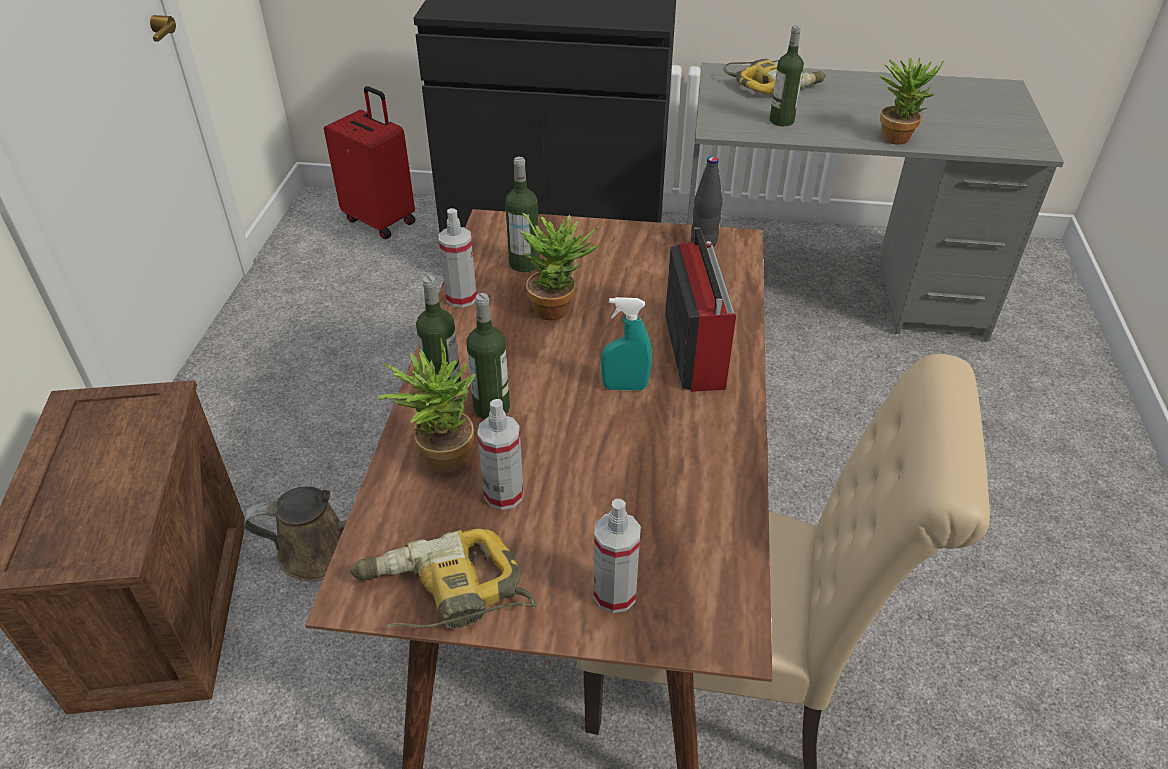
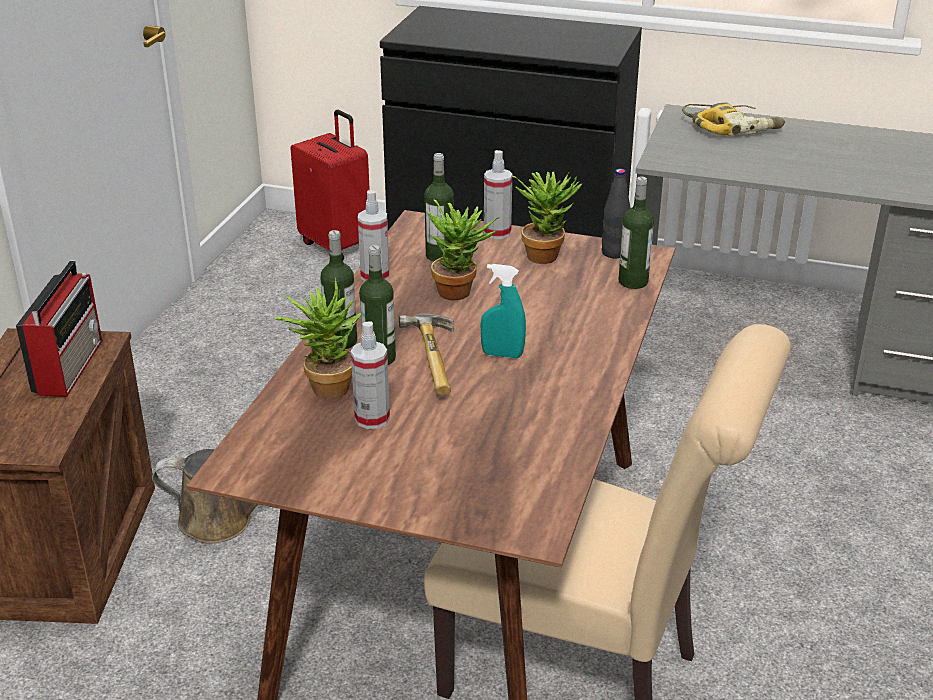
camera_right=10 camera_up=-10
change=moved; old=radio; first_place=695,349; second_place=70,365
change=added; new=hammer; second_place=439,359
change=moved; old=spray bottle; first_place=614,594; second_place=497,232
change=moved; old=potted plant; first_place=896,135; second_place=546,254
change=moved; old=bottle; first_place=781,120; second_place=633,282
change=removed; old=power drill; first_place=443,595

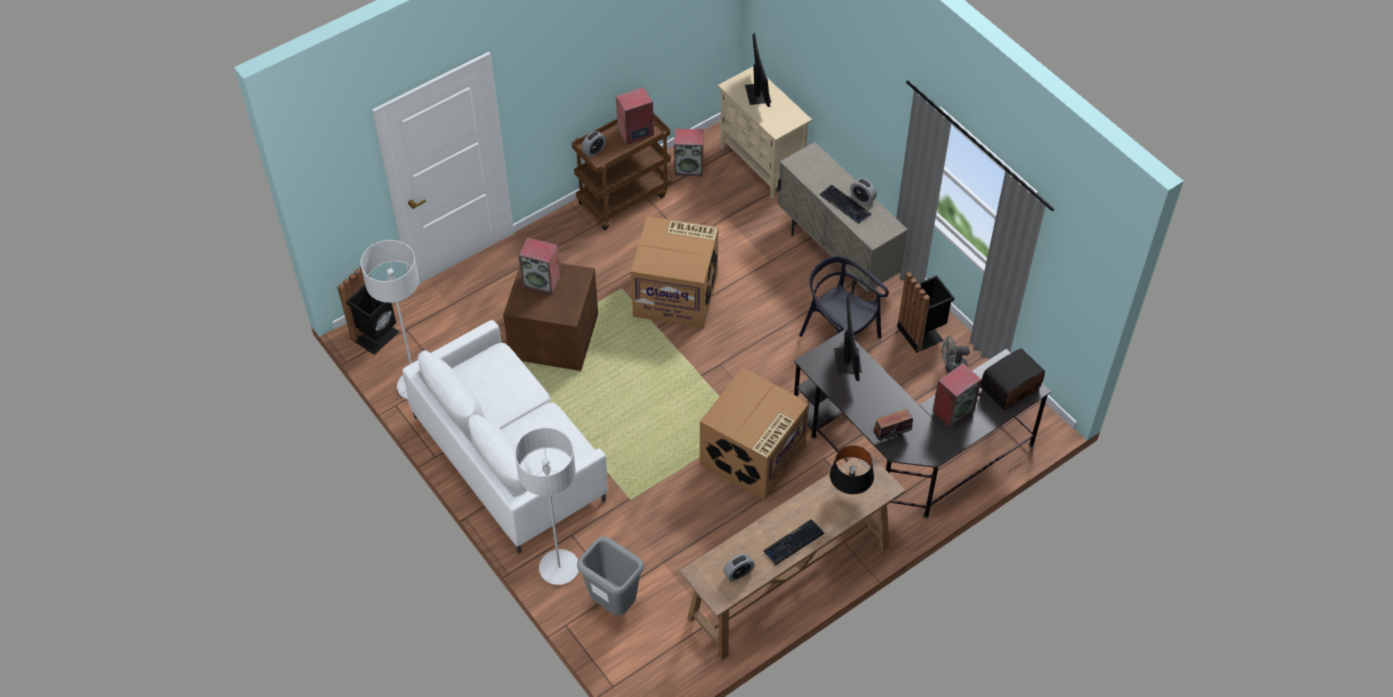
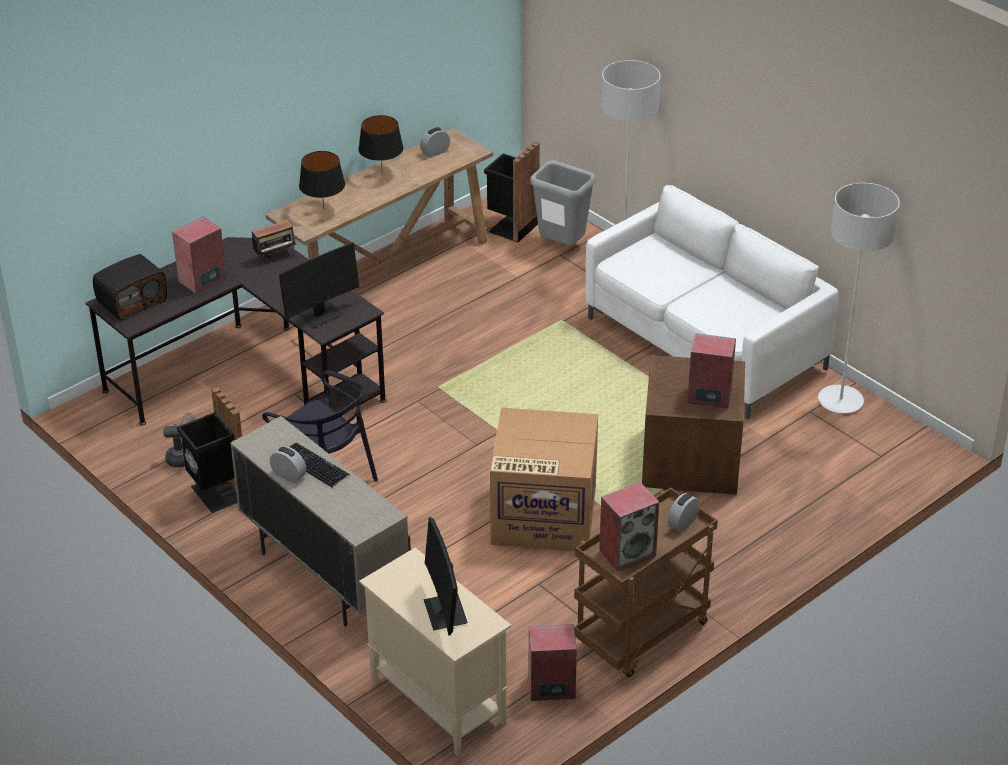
camera_right=175 camera_up=-15
change=turned; old=monitor; first_place=847,361; second_place=320,315; degrees=-120
change=replaced; old=keyboard; new=table lamp (black); first_place=793,543; second_place=382,173
change=moved; old=trash can (black); first_place=377,336; second_place=511,227
change=removed; old=cardboard box; first_place=753,456

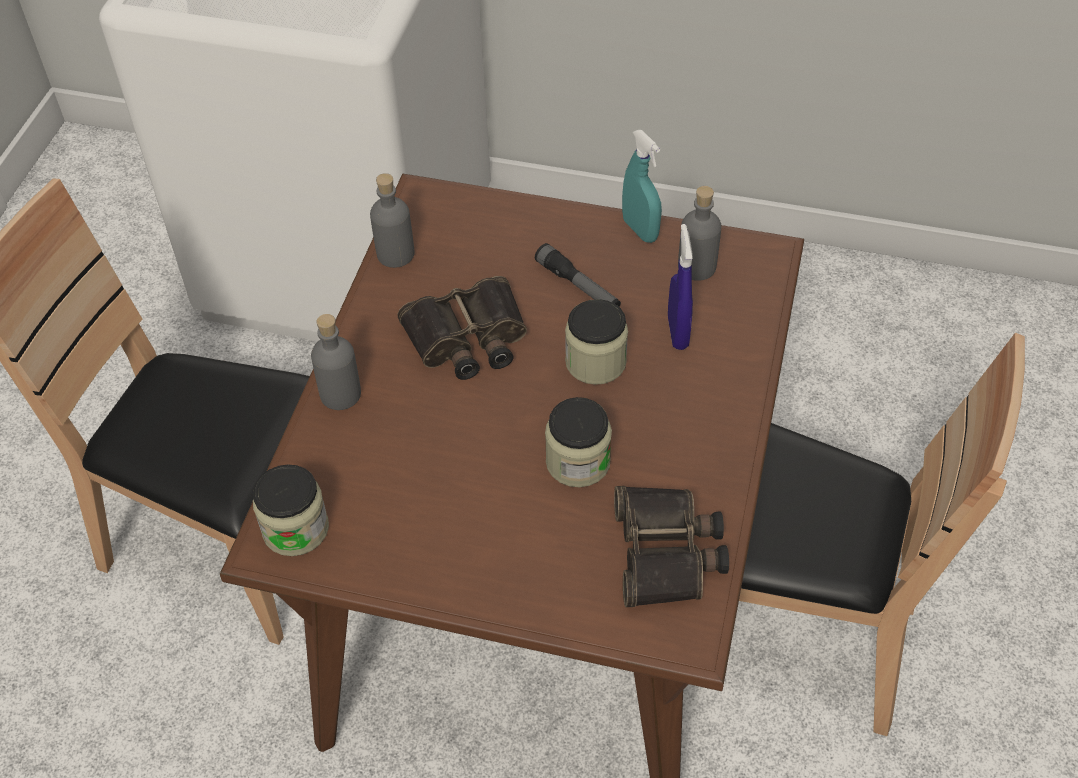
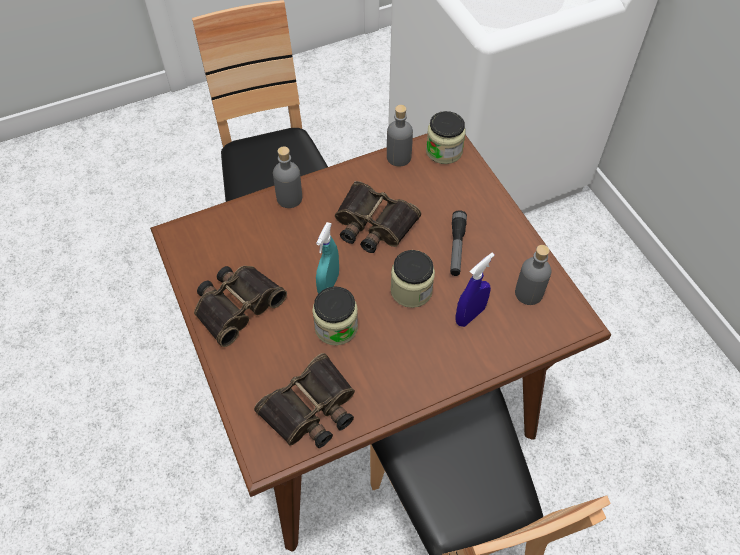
camera_right=50 camera_up=5
change=added; new=binoculars; second_place=236,305
change=moved; old=spray bottle (turquoise); first_place=640,230; second_place=328,285
change=moved; old=jar; first_place=295,529; second_place=444,151

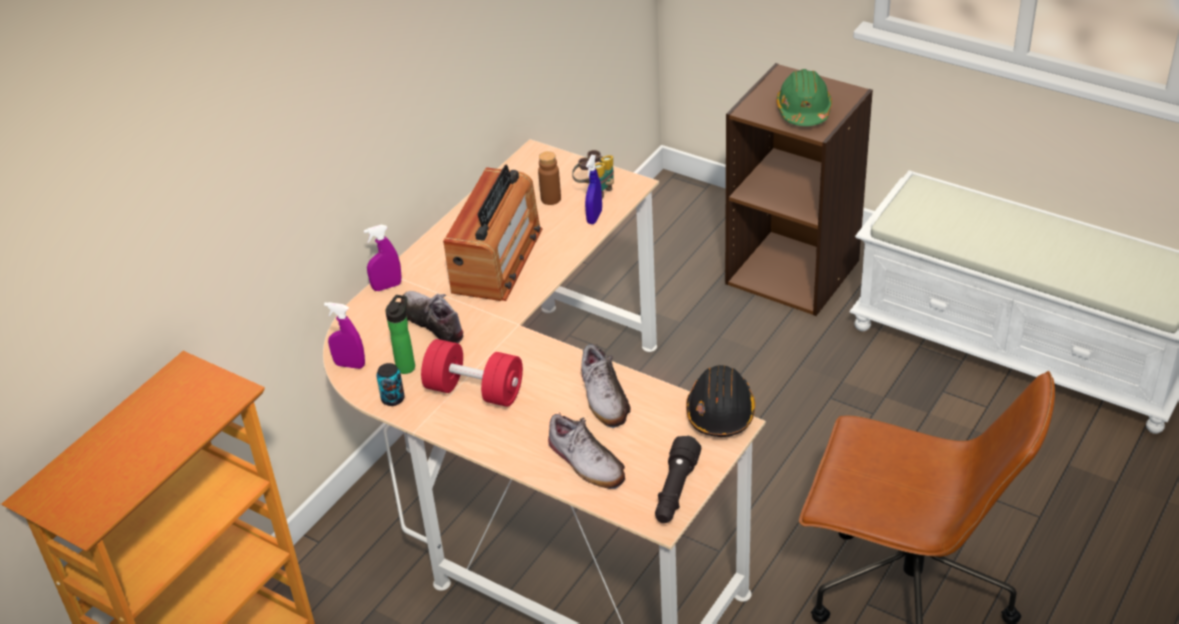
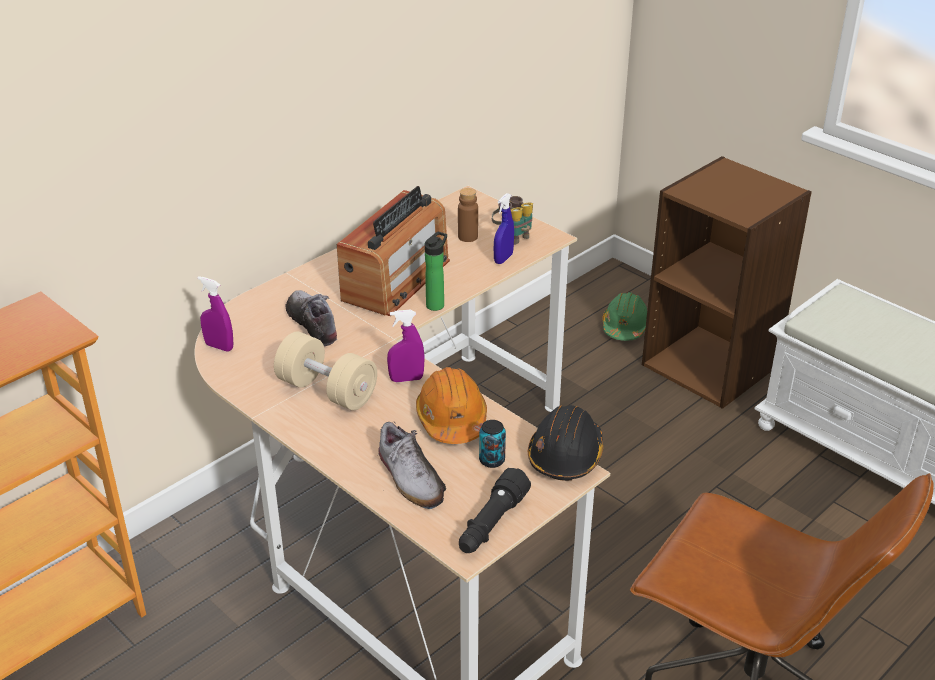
camera_right=10 camera_up=-5
change=recoloured; old=dumbbell (red); new=dumbbell (beige); first_place=474,391; second_place=327,390
change=moved; old=spray bottle (purple); first_place=387,286; second_place=406,379
change=replaced; old=shoe; new=hard hat (orange); first_place=603,397; second_place=452,419
change=moved; old=bottle; first_place=407,365; second_place=436,304
change=moved; old=can; first_place=393,399; second_place=492,460
change=moved; old=hard hat (green); first_place=803,111; second_place=625,327

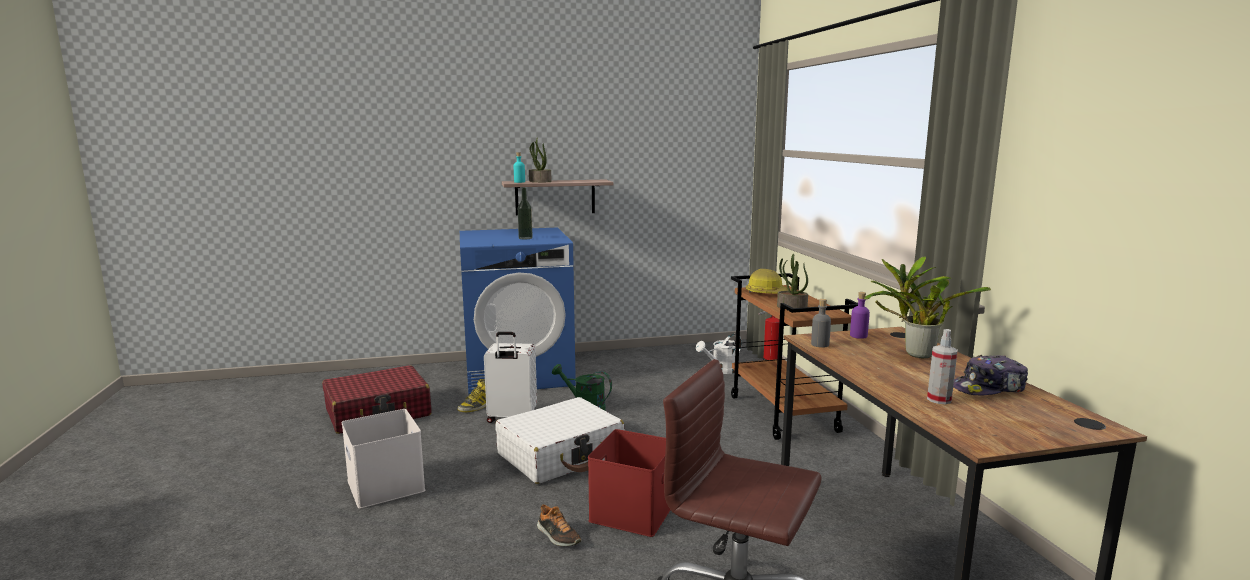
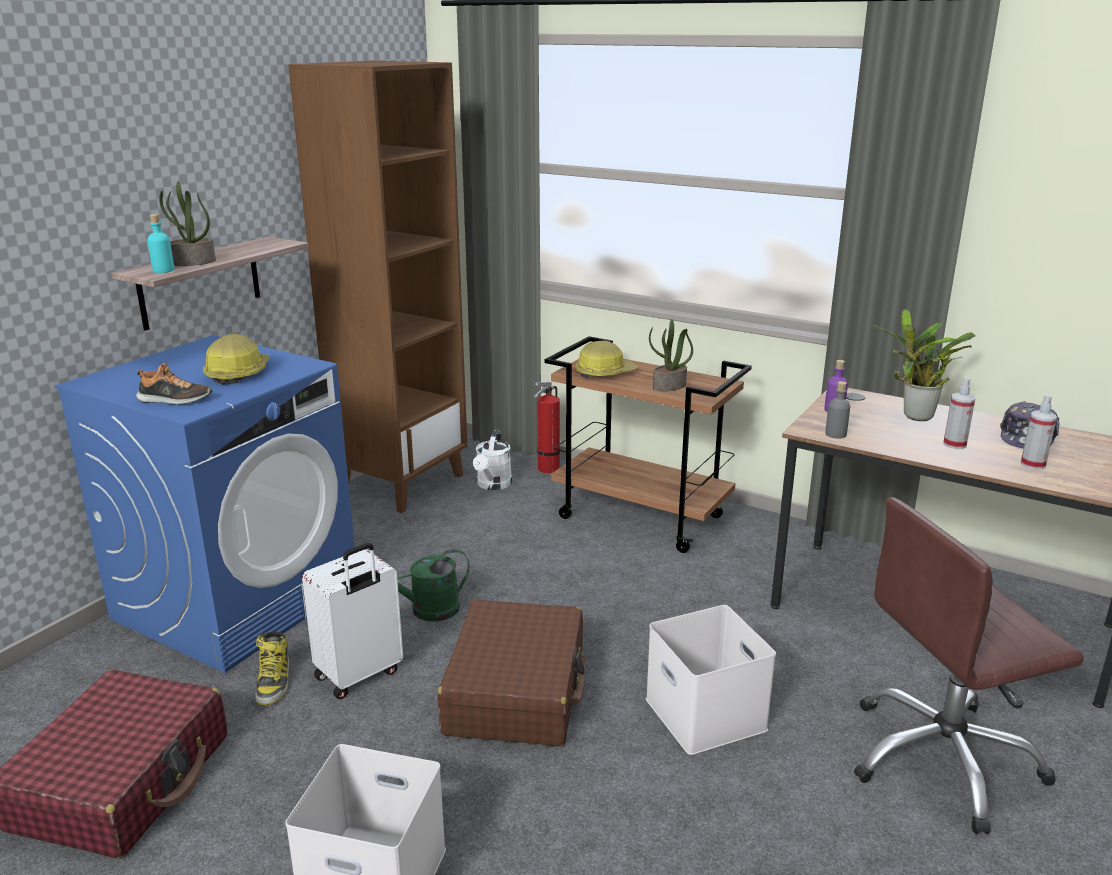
camera_right=-45 camera_up=10
change=moved; old=shoe; first_place=558,536; second_place=174,400
change=replaced; old=bottle; new=hard hat; first_place=525,238; second_place=237,373
change=added; new=bookcase (brown); second_place=401,483
change=recoloured; old=suitcase (white); new=suitcase (brown); first_place=561,455; second_place=516,691
change=recoloured; old=storage box (red); new=storage box (white); first_place=632,510; second_place=702,713
change=added; new=spray bottle; second_place=954,444

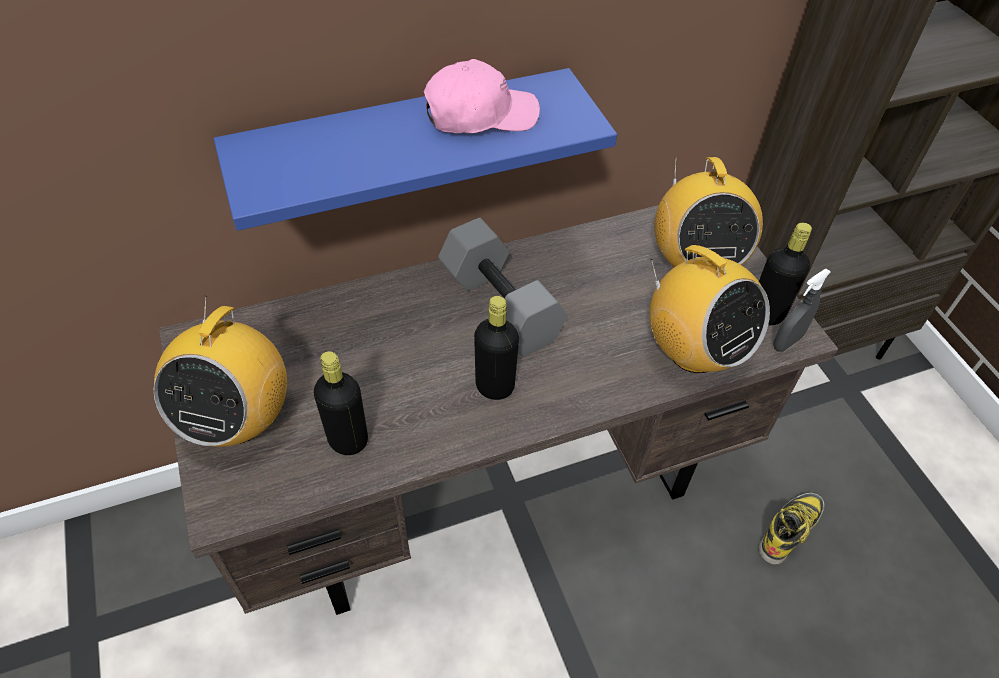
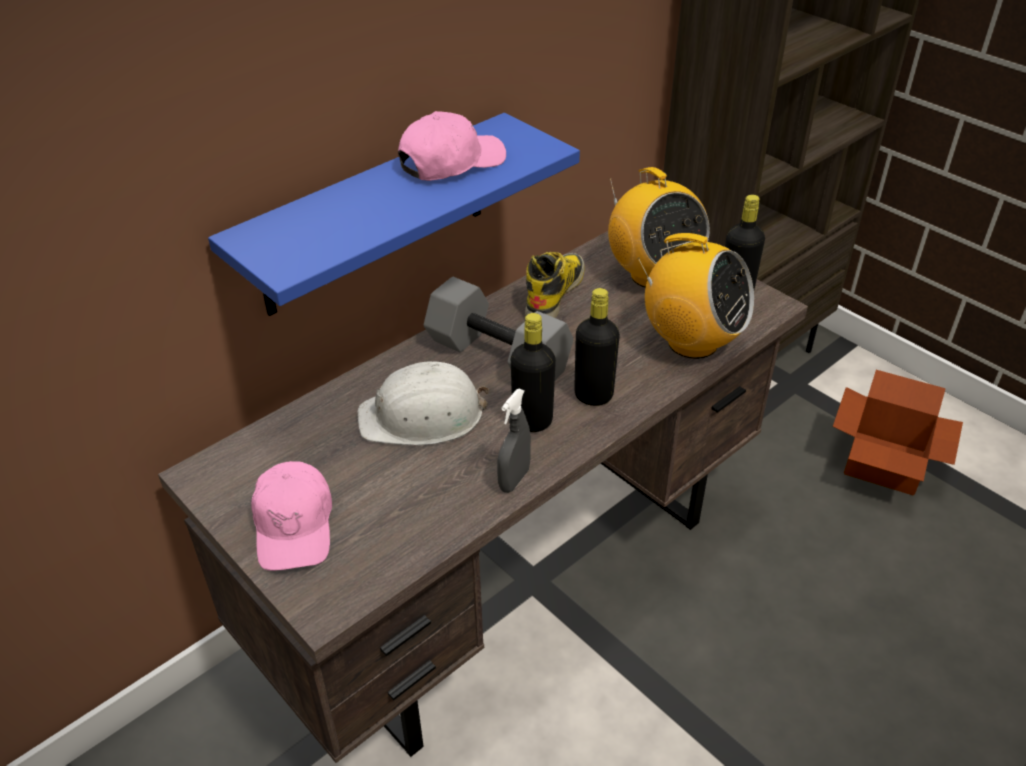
camera_right=-20 camera_up=-10
change=replaced; old=radio; new=cap (pink); first_place=238,419; second_place=295,525
change=added; new=hard hat (white); second_place=423,416
change=moved; old=spray bottle (grey); first_place=787,342; second_place=514,480
change=moved; old=boot; first_place=789,529; second_place=554,292
change=moved; old=bottle (black); first_place=348,440; second_place=593,395
change=added; new=cardboard box; second_place=882,464

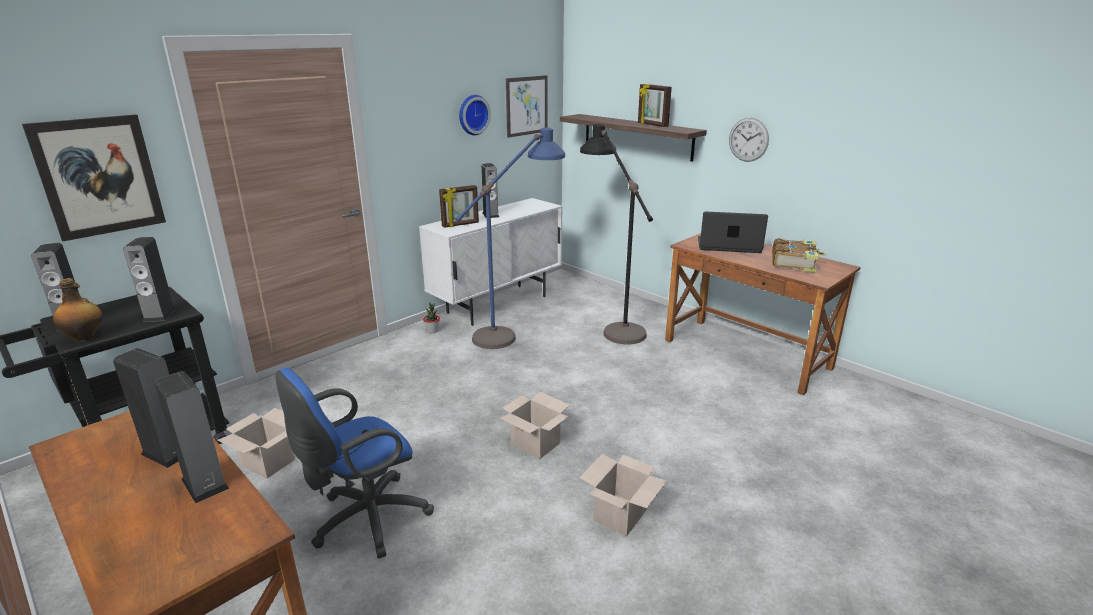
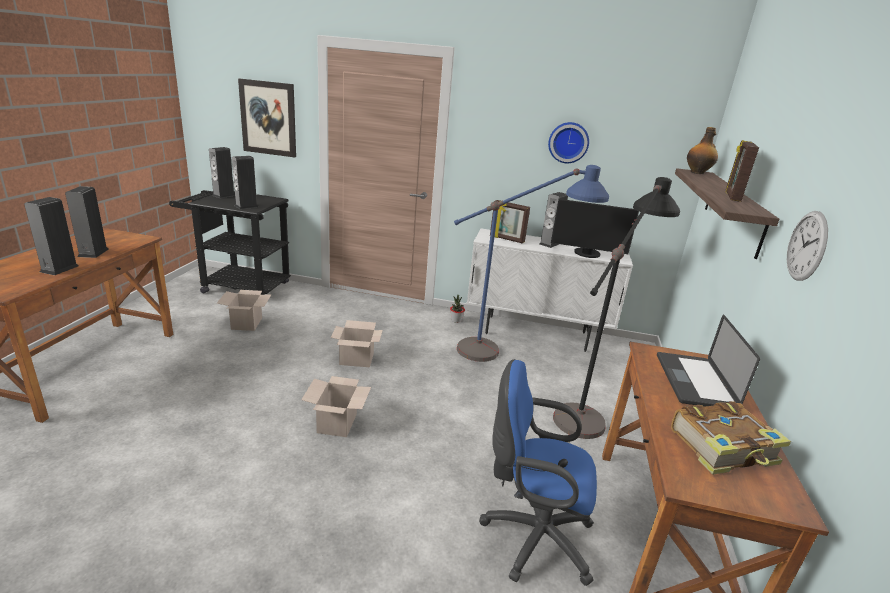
camera_right=55 camera_up=0
change=moved; old=cardboard box; first_place=620,516; second_place=355,359
change=moved; old=office chair (blue); first_place=365,520; second_place=531,536
change=added; new=monitor; second_place=587,254
change=turned; old=laptop; first_place=728,246; second_place=694,381; degrees=-150
change=moved; old=bottle; first_place=85,338; second_place=697,173
change=removed; old=picture; first_place=526,106

